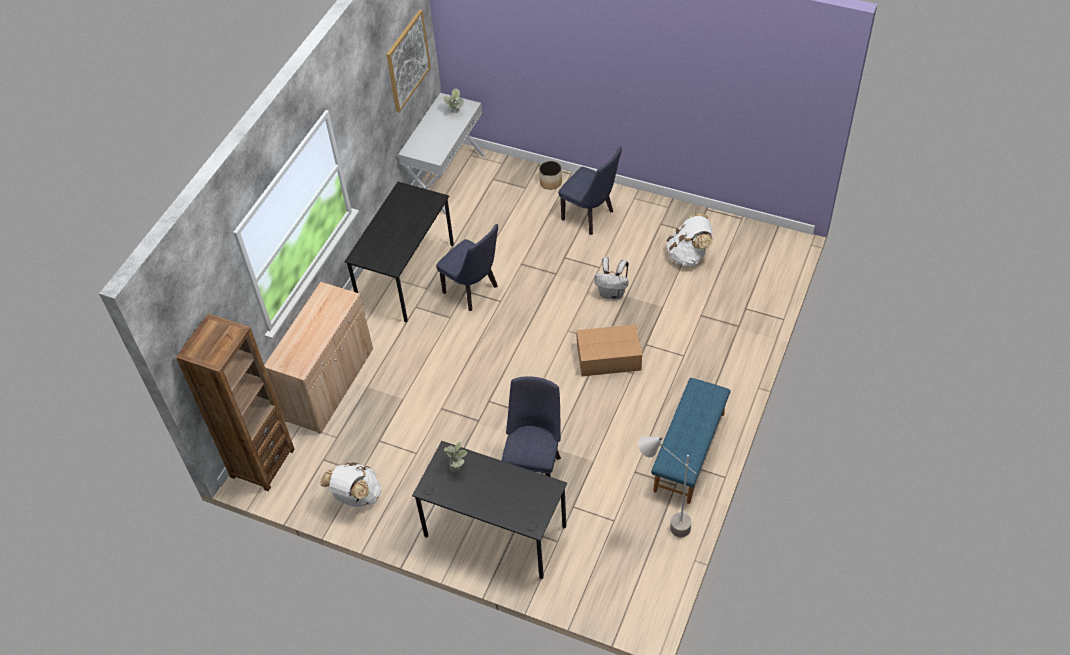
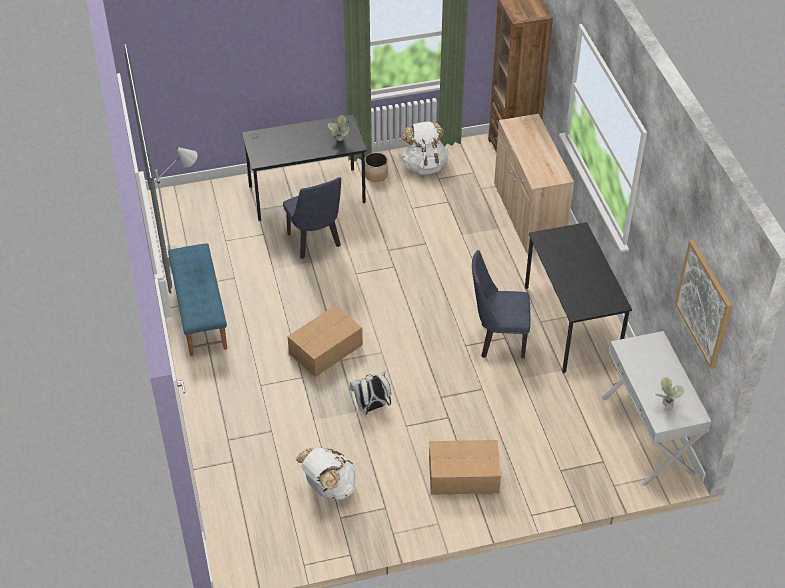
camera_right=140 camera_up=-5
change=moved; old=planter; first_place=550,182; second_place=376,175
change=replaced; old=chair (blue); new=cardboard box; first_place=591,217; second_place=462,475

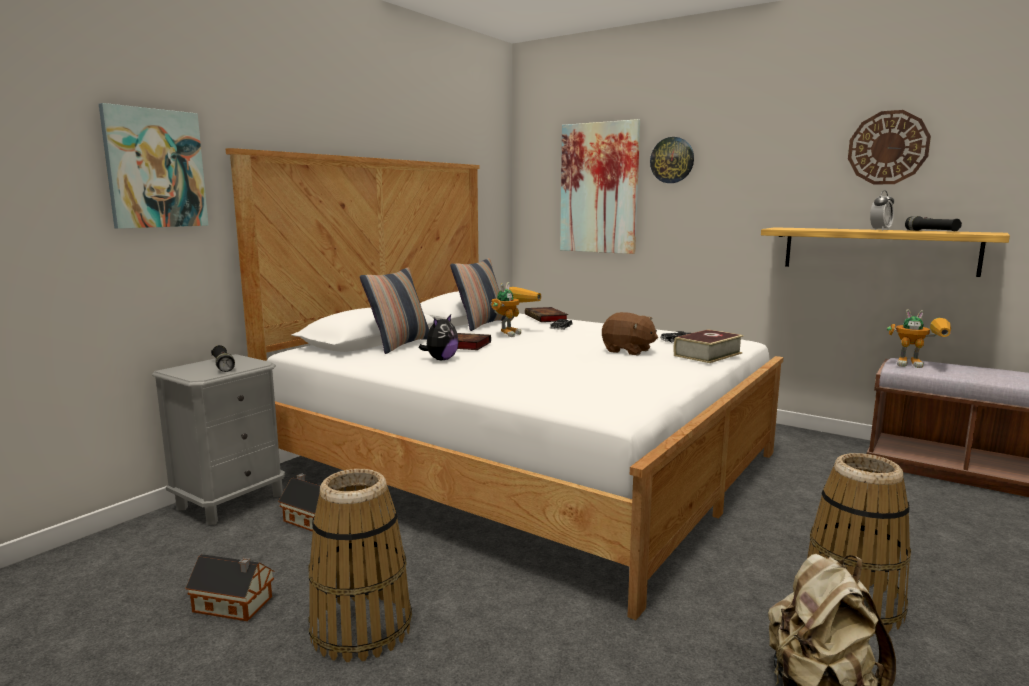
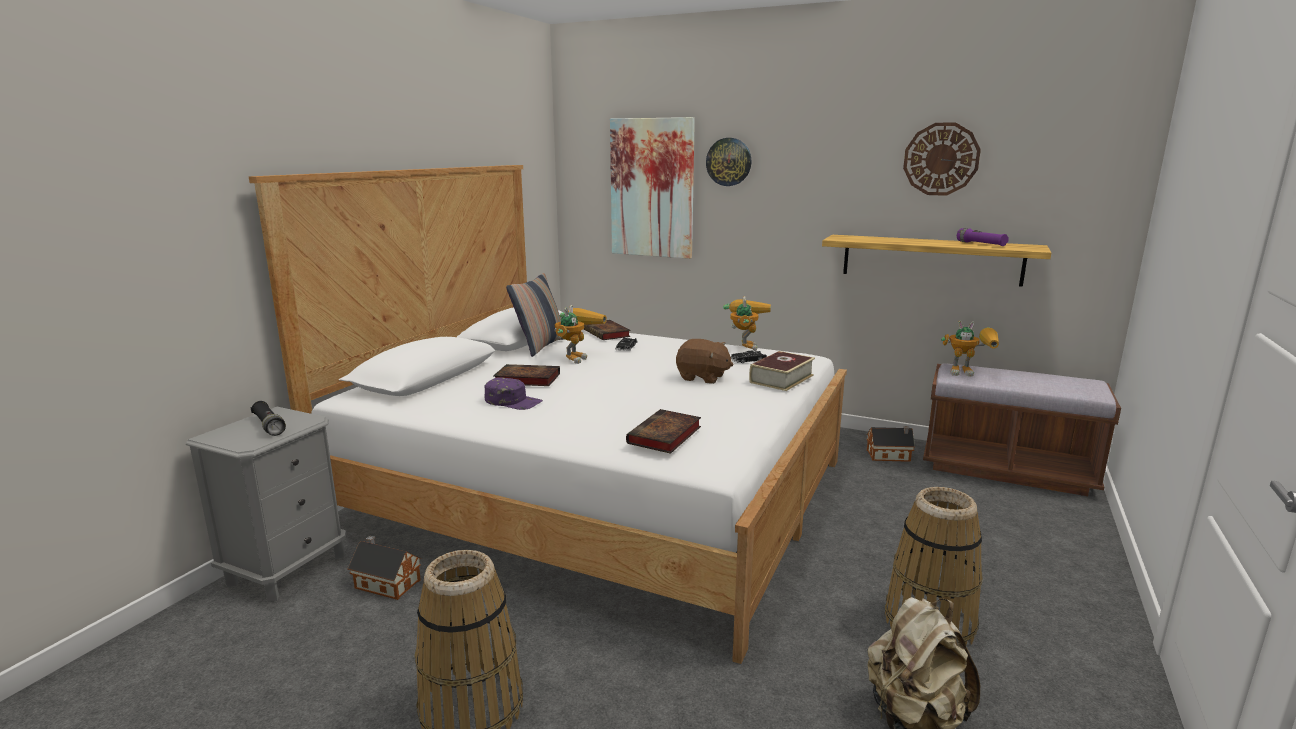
camera_right=-10 camera_up=5
change=replaced; old=plush toy; new=cap (purple); first_place=441,359; second_place=513,401
change=added; new=book; second_place=664,436
change=added; new=toy robot; second_place=744,345
change=moved; old=toy house; first_place=235,605; second_place=890,456
change=recoloured; old=flashlight (black); new=flashlight (purple); first_place=931,231; second_place=980,244
change=removed; old=picture; first_place=155,169
change=removed; old=pillow; first_place=400,345
change=removed; old=alarm clock; first_place=880,230

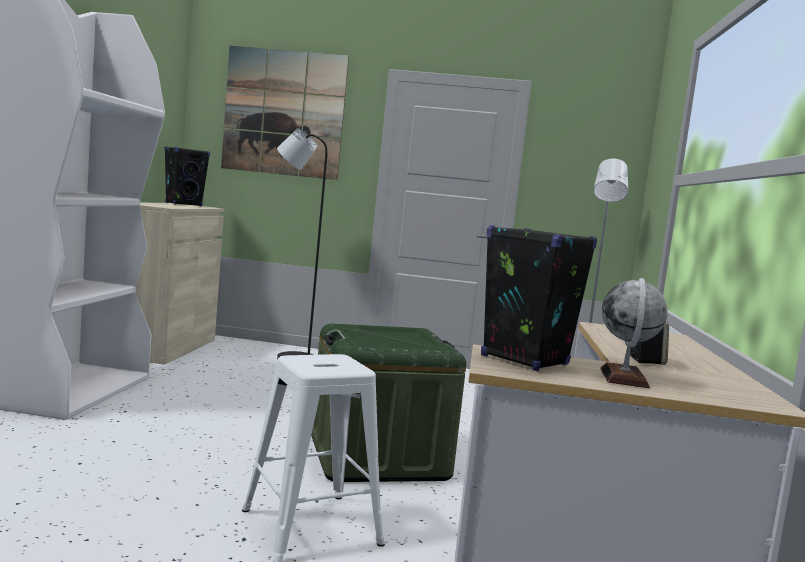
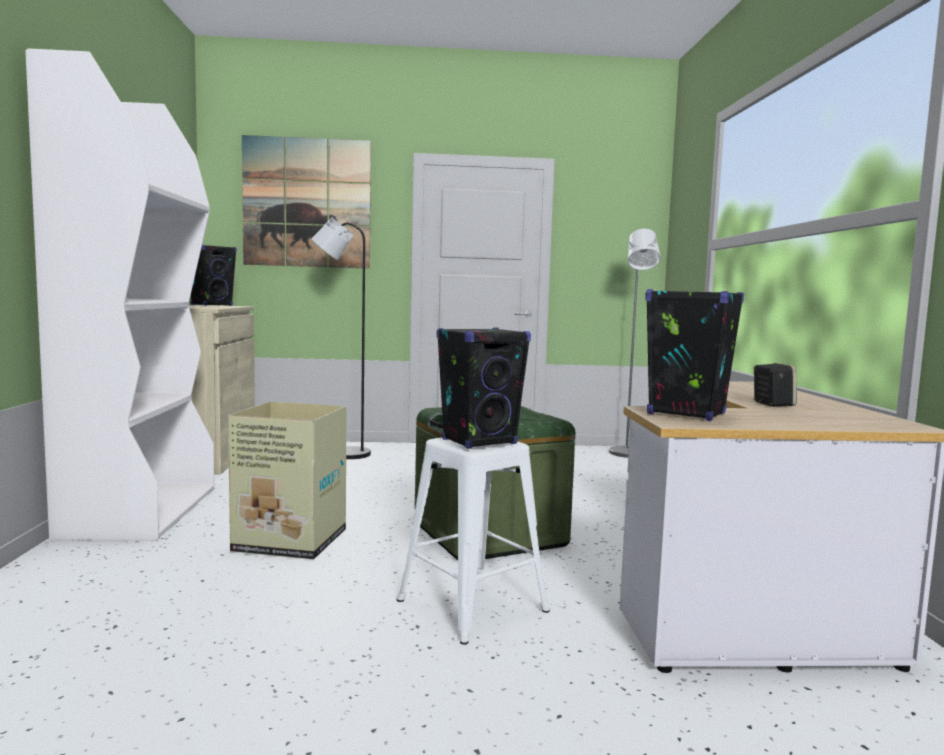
camera_right=-10 camera_up=0
change=added; new=cardboard box; second_place=288,541
change=added; new=speaker (black); second_place=479,442
change=removed; old=globe; first_place=624,378

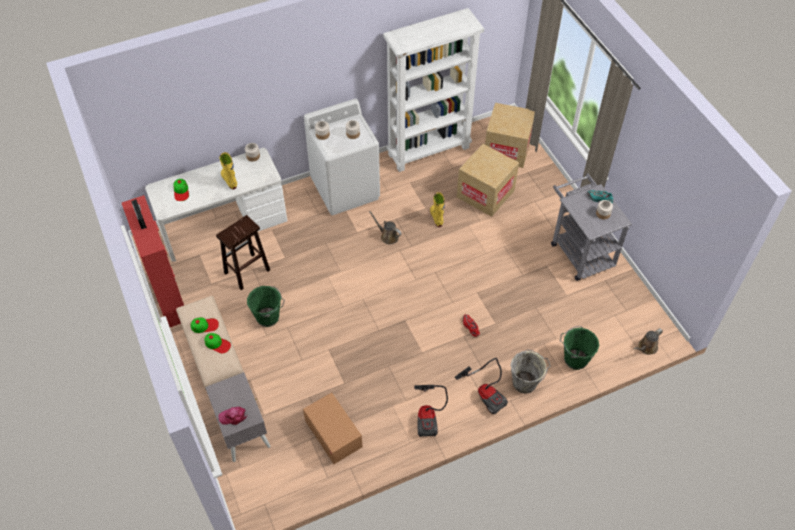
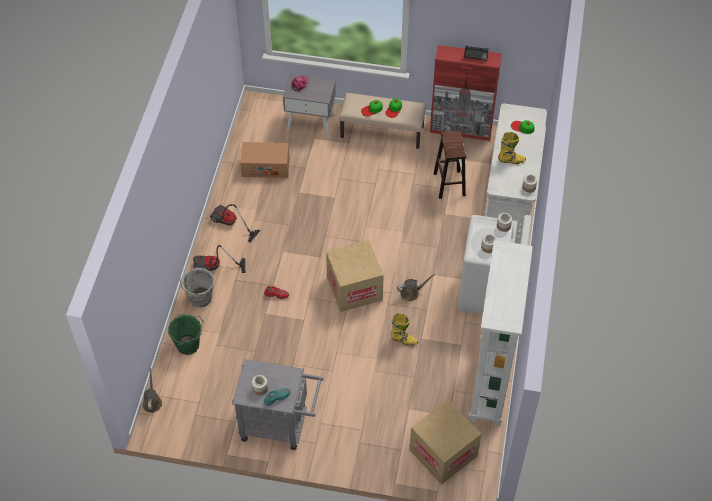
camera_right=125 camera_up=0
change=moved; old=cardboard box; first_place=485,194; second_place=354,288
change=removed; old=bucket (green); first_place=268,317

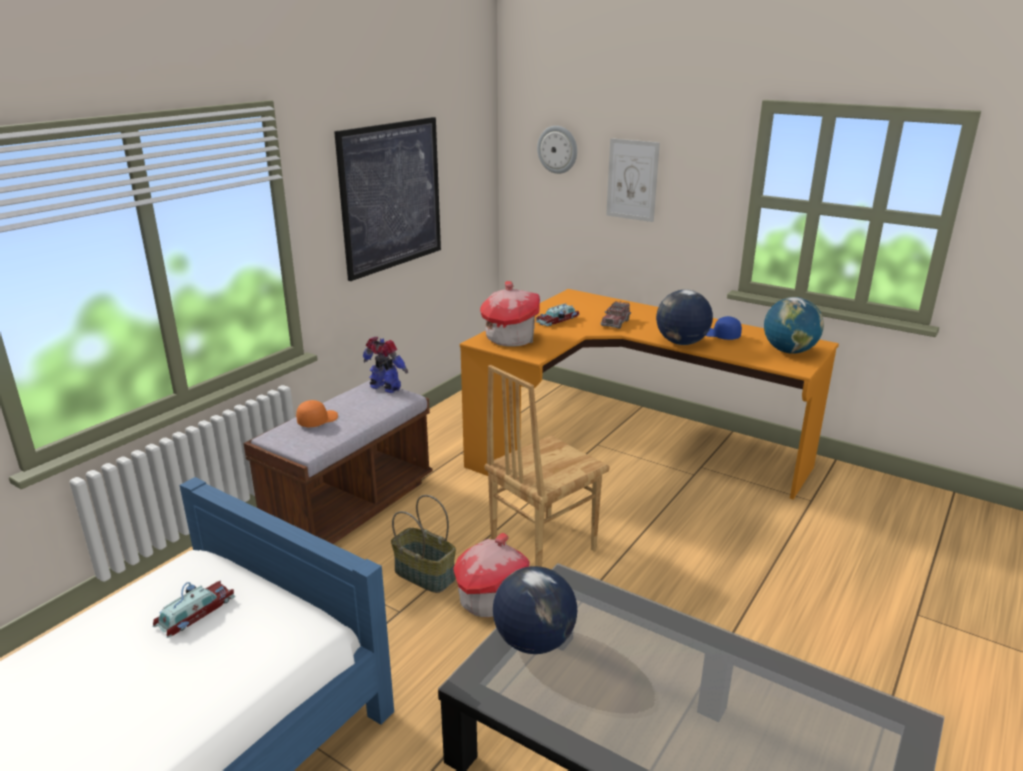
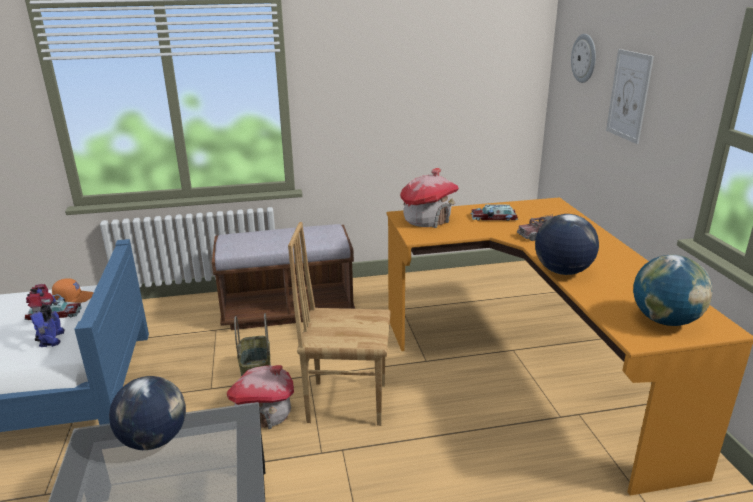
camera_right=45 camera_up=0
change=moved; old=toy robot; first_place=385,388; second_place=51,339
change=moved; old=cap (orange); first_place=317,420; second_place=74,297
change=removed; old=picture; first_place=391,196
change=removed; old=cap (blue); first_place=721,336

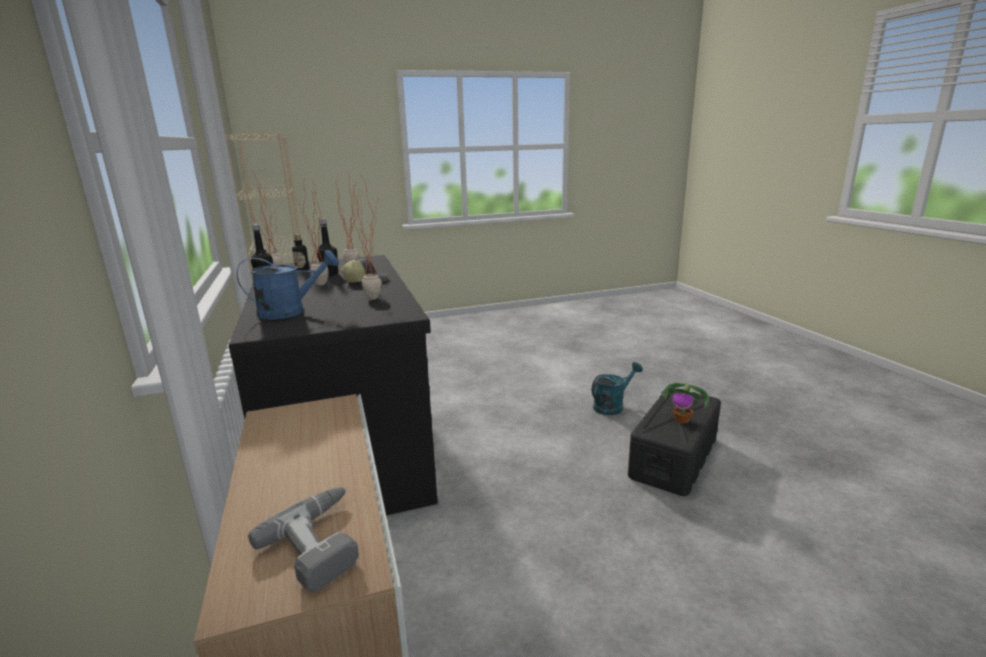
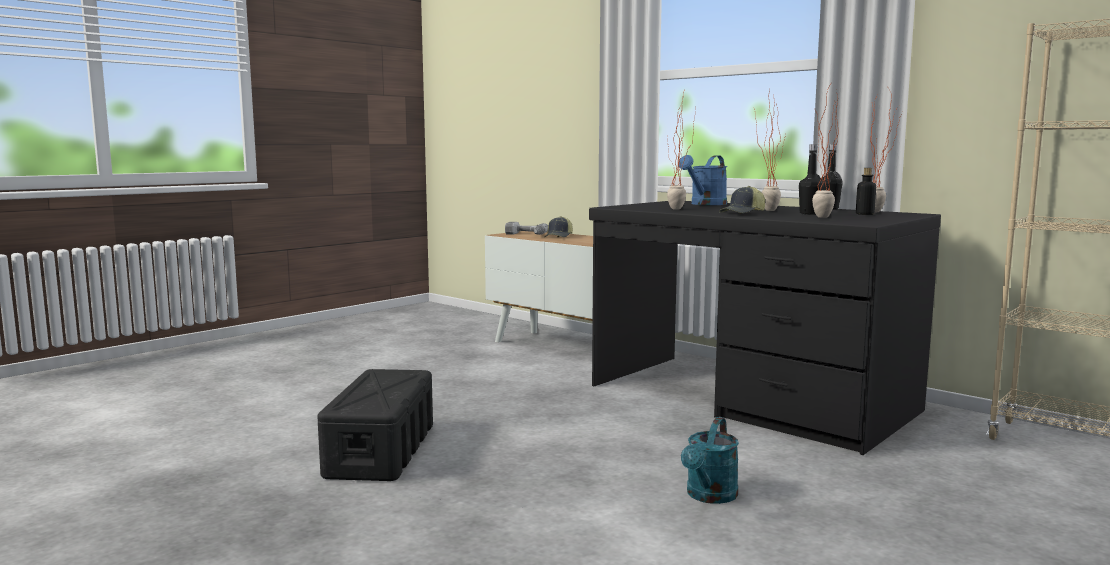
camera_right=150 camera_up=-10
change=added; new=cap; second_place=559,237
change=moved; old=watering can (turquoise); first_place=612,406; second_place=709,496
change=removed; old=potted plant; first_place=682,420

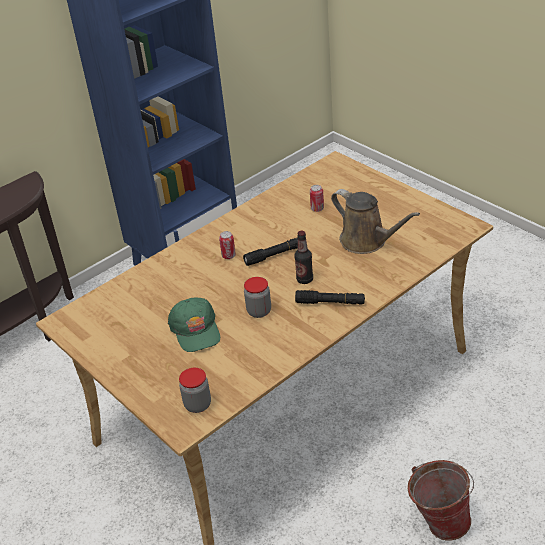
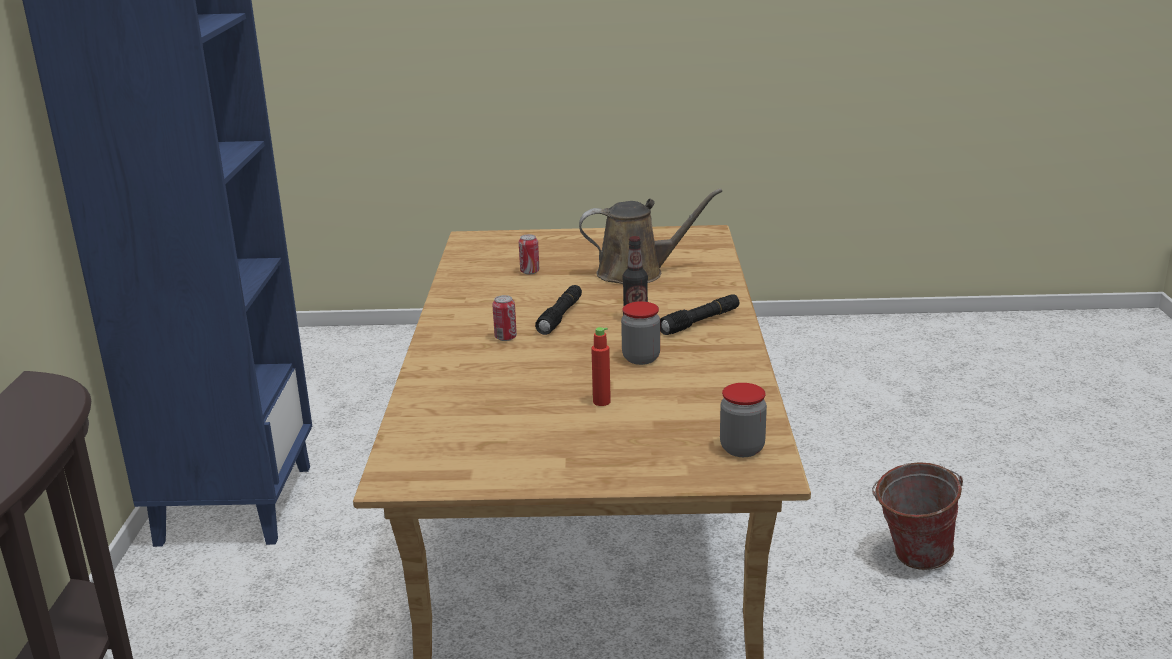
camera_right=-50 camera_up=-15
change=replaced; old=cap (green); new=bottle (red); first_place=195,330; second_place=601,402

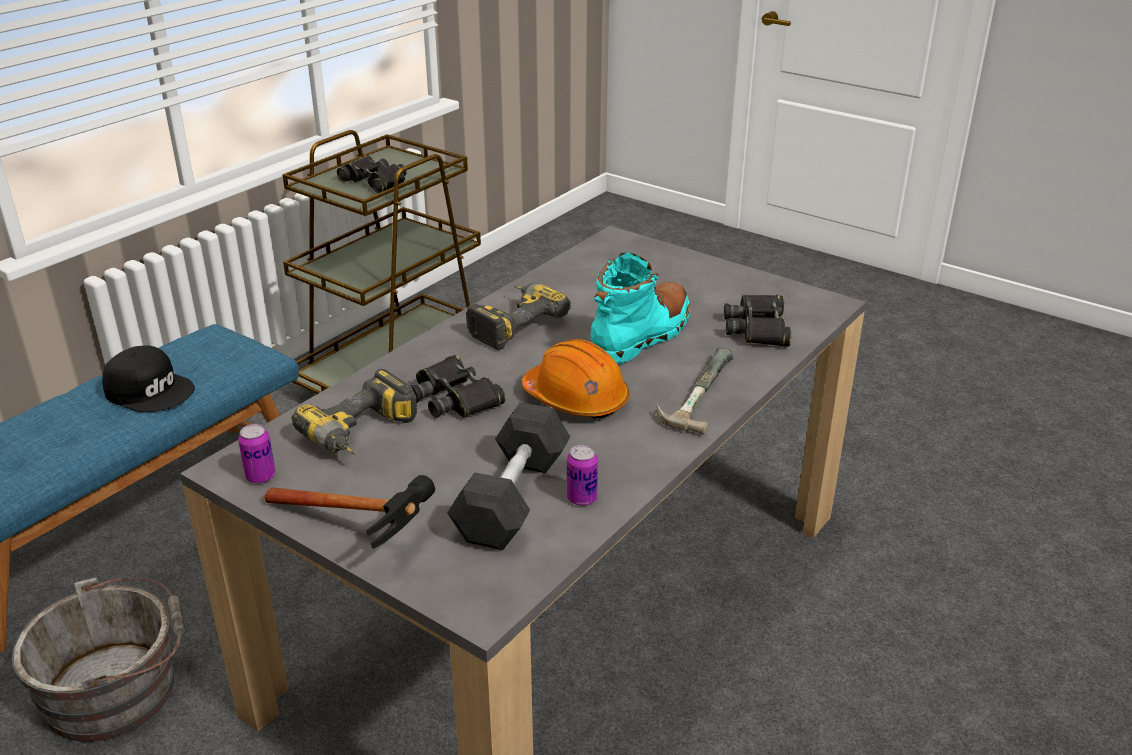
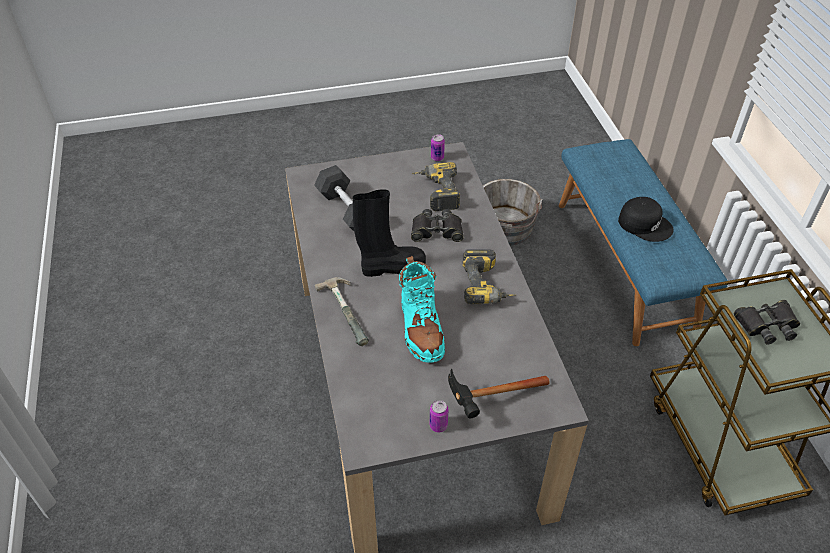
camera_right=130 camera_up=15
change=replaced; old=hard hat (orange); new=boot (black); first_place=576,399; second_place=391,267
change=moved; old=can; first_place=582,498; second_place=438,425
change=moved; old=hammer; first_place=363,533; second_place=488,403
change=turned; old=cap (black); first_place=150,390; second_place=645,224; degrees=-120
change=removed; old=binoculars (black); first_place=758,328

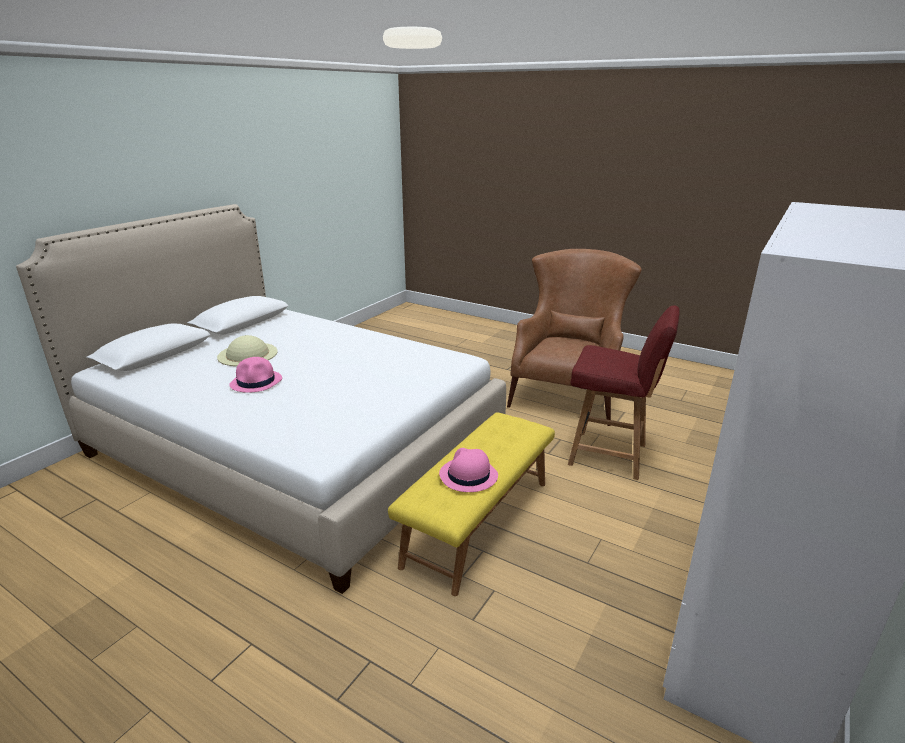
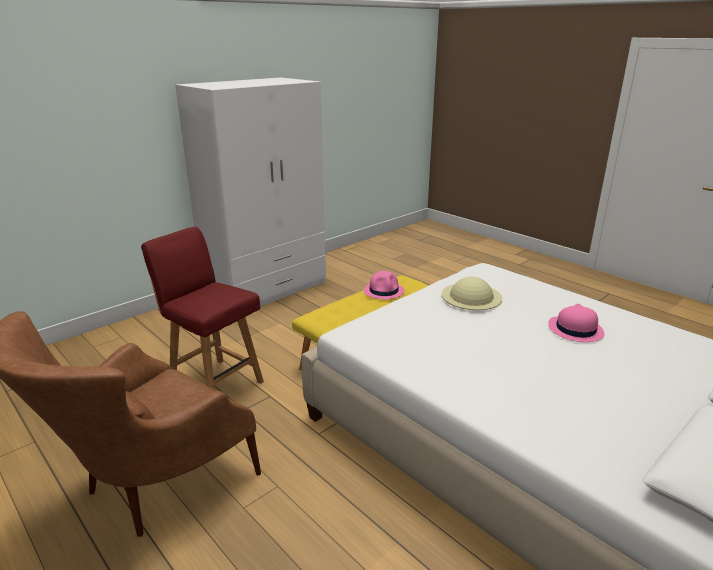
camera_right=-165 camera_up=0
change=moved; old=hat (beige); first_place=247,354; second_place=471,296

